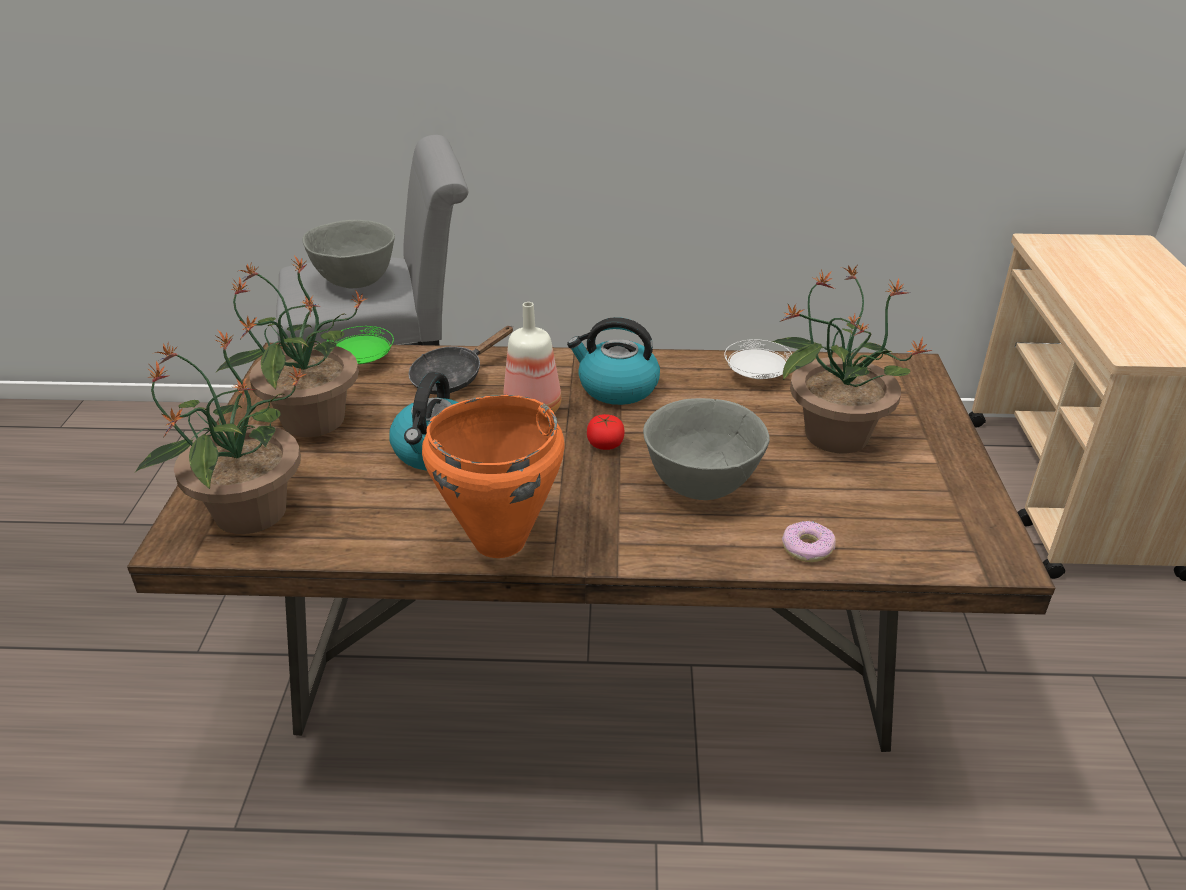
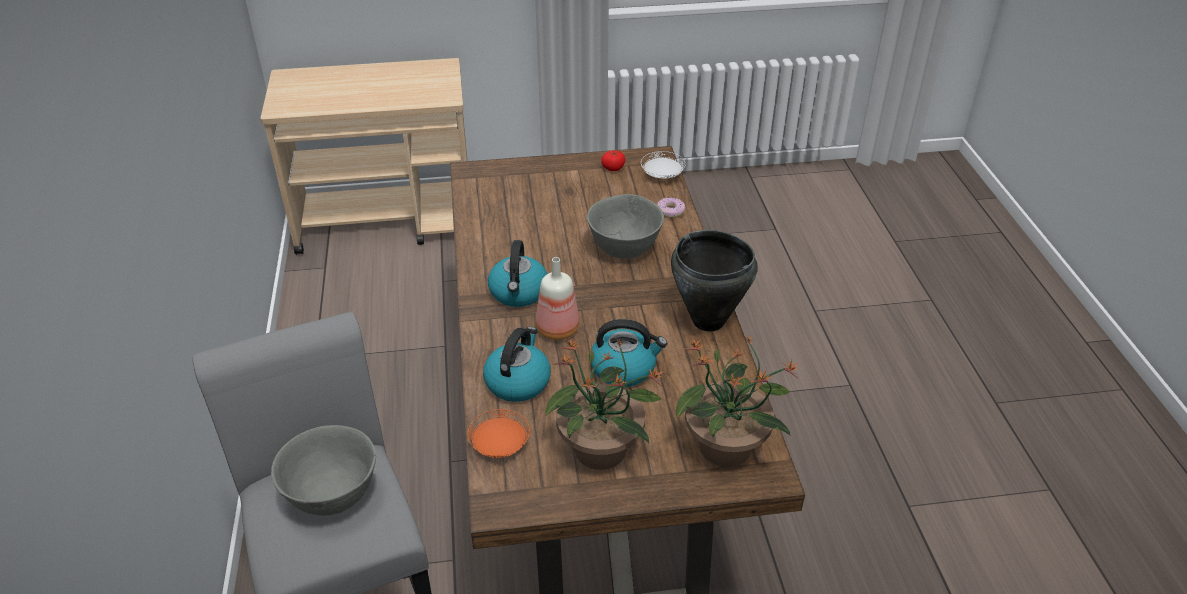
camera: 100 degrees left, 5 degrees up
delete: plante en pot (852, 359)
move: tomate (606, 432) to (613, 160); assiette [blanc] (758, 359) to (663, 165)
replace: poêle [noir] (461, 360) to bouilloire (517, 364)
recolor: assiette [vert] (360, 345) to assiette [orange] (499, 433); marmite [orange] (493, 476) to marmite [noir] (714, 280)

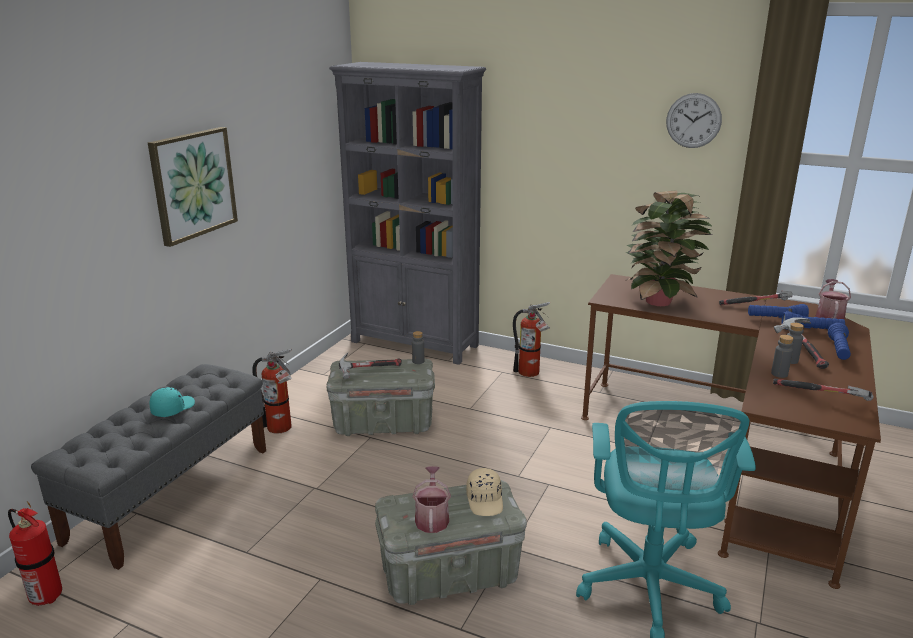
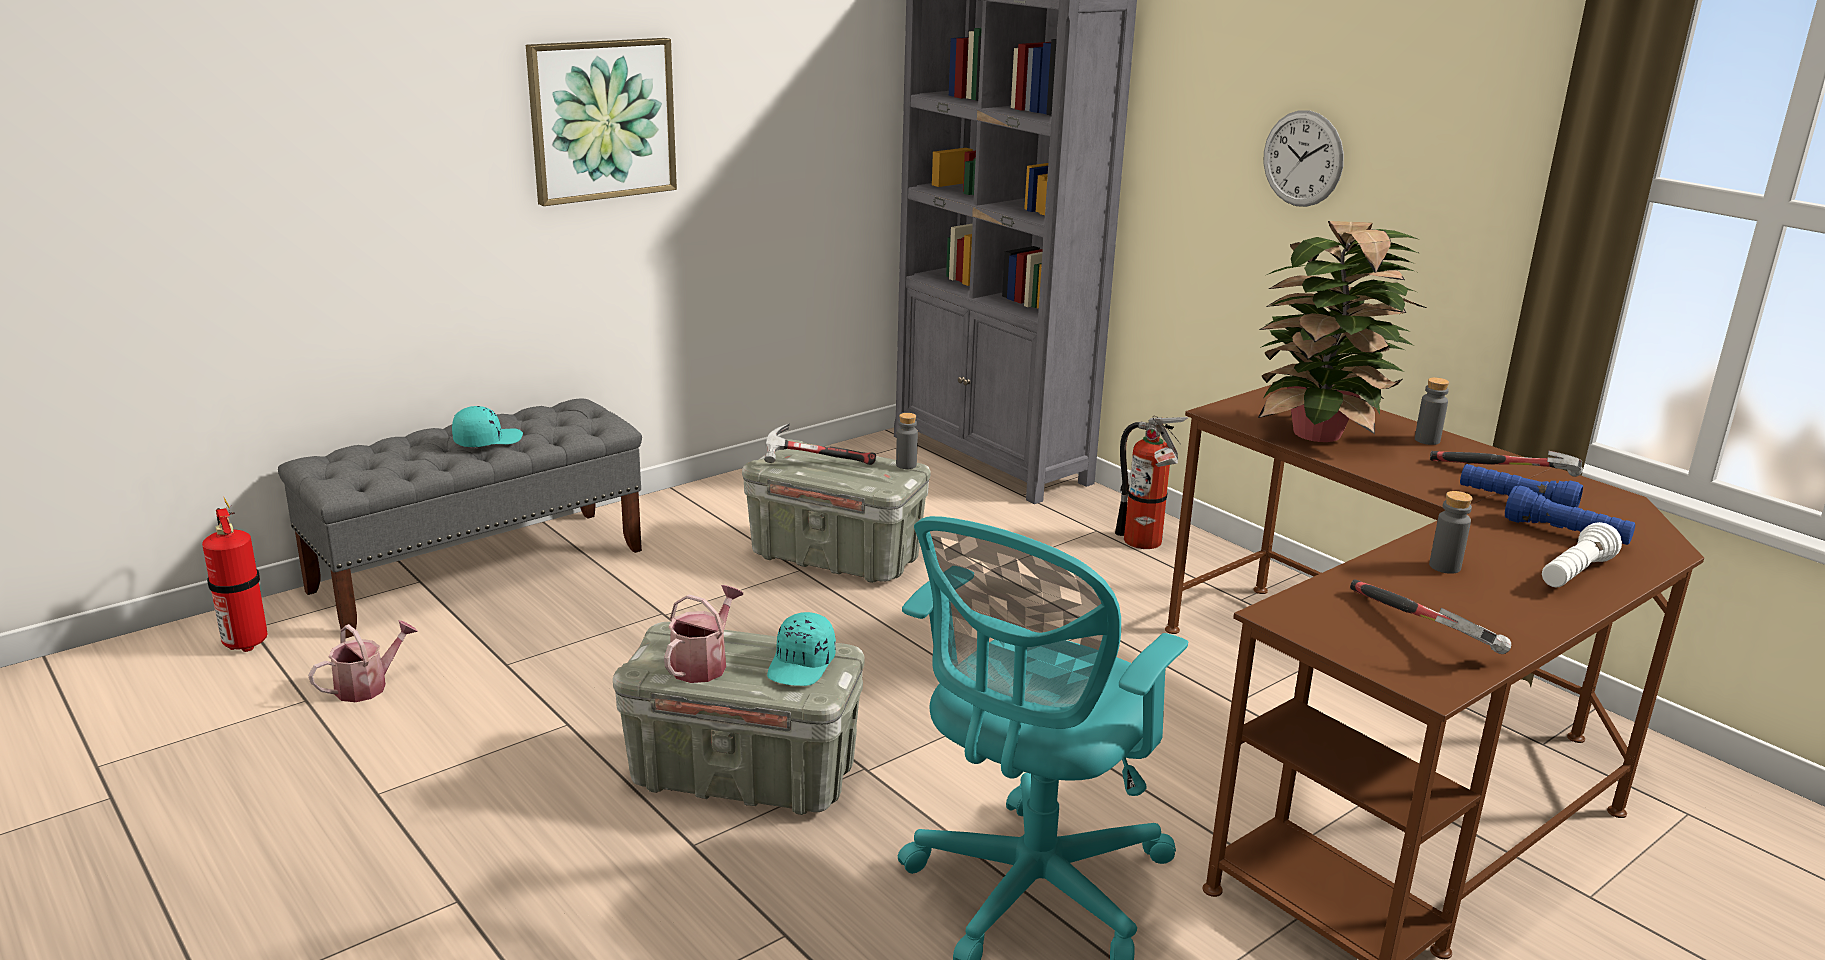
camera: 25 degrees right, 0 degrees up
delete: extincteur (272, 391); marteau (801, 343)
move: arrosoir (833, 299) to (363, 661); horloge murale (694, 120) to (1304, 158); bouteille [gris] (782, 356) to (1432, 411)
recolor: casquette [beige] (484, 492) to casquette [turquoise] (801, 649); lampe de poche [bleu] (839, 341) to lampe de poche [blanc] (1582, 554)

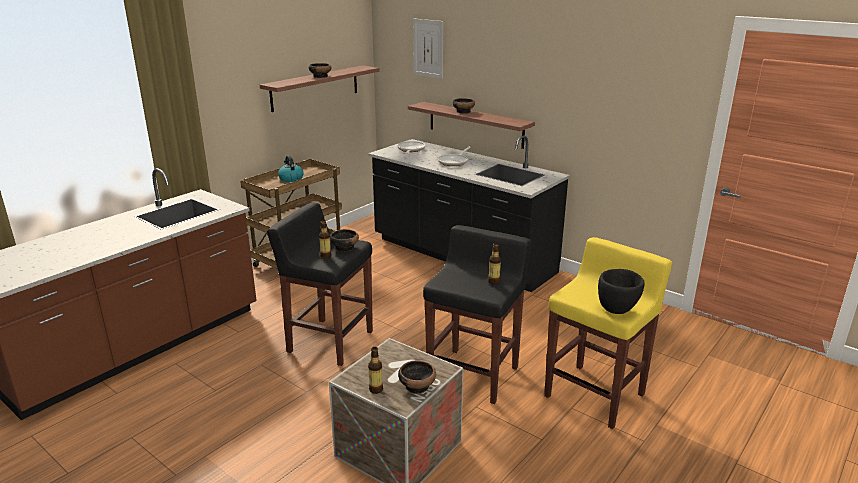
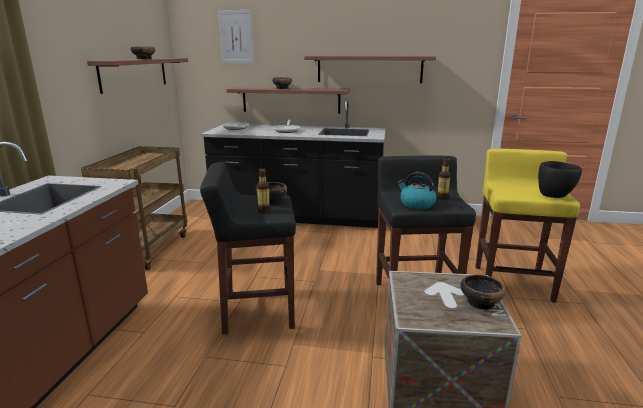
camera: 30 degrees left, 5 degrees down
delete: bouteille (375, 370)
insert: étagère (370, 69)
move: bouilloire (291, 168) to (416, 190)

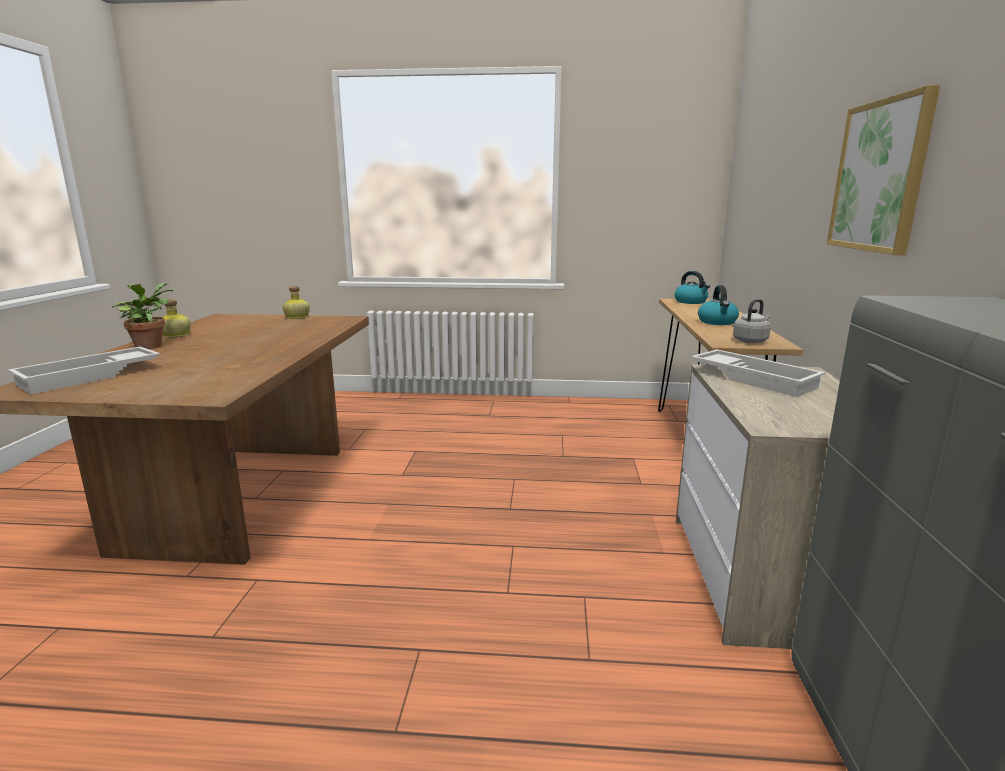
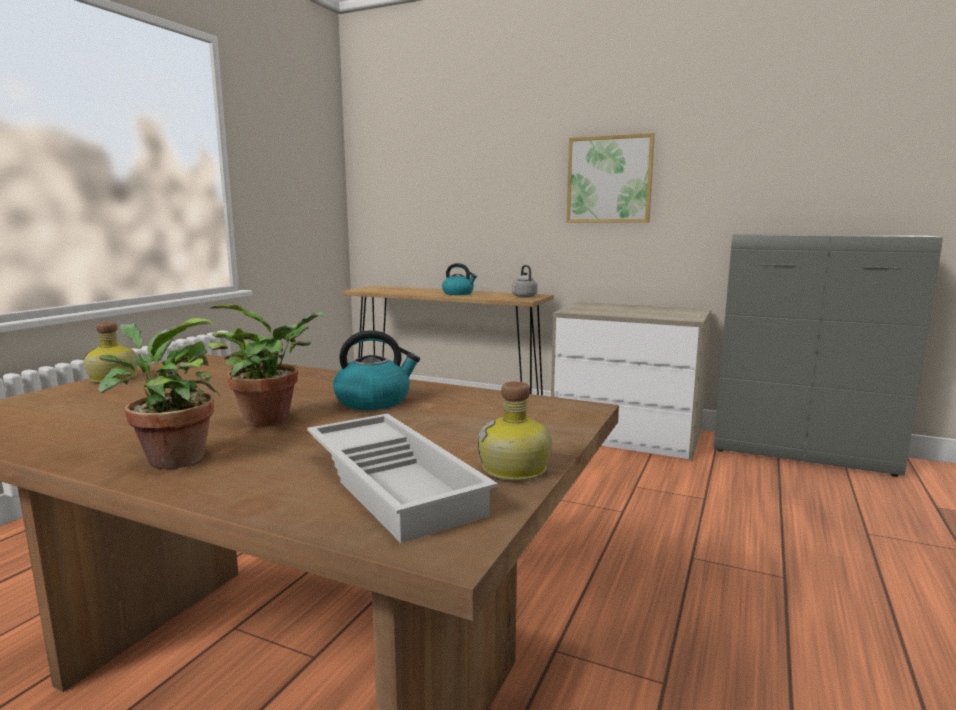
camera: 70 degrees left, 5 degrees down
delete: plateau [blanc] (758, 373)
insert: plante en pot (267, 365)
move: bouilloire (692, 287) to (376, 370); bouteille (176, 318) to (515, 431)

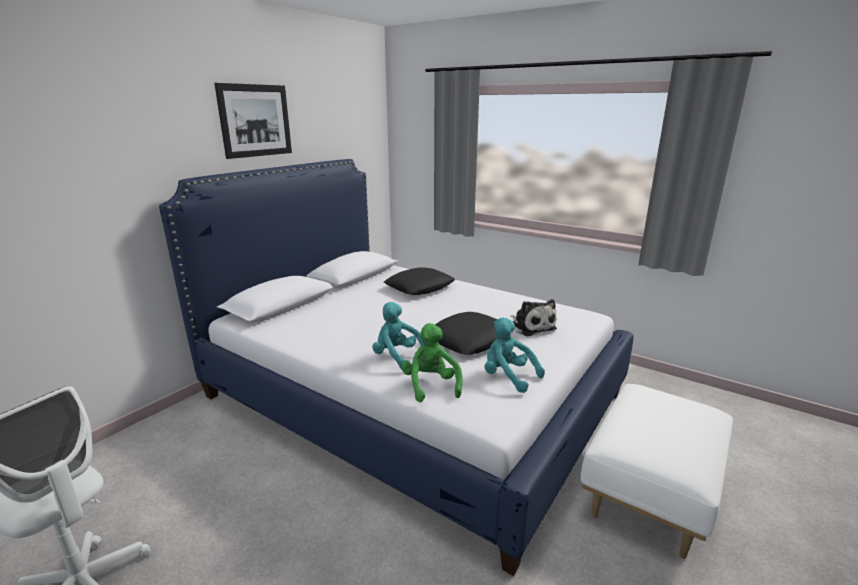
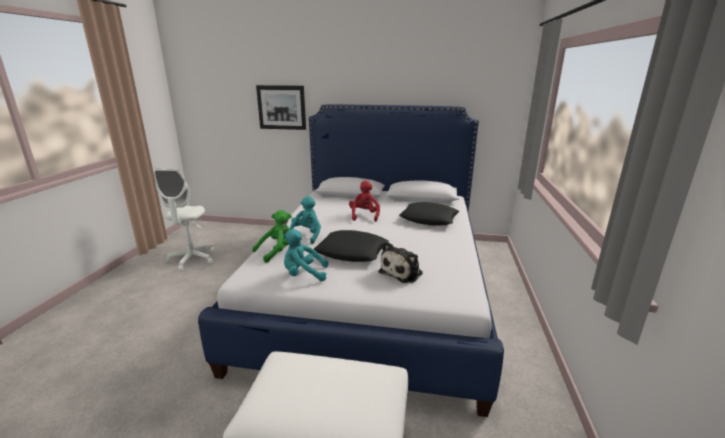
camera: 65 degrees right, 0 degrees up
insert: peluche [rouge] (364, 201)
move: tableau (253, 121) to (281, 107)
rotate: peluche [turquoise] (514, 355) = (305, 255) 105 degrees counterclockwise

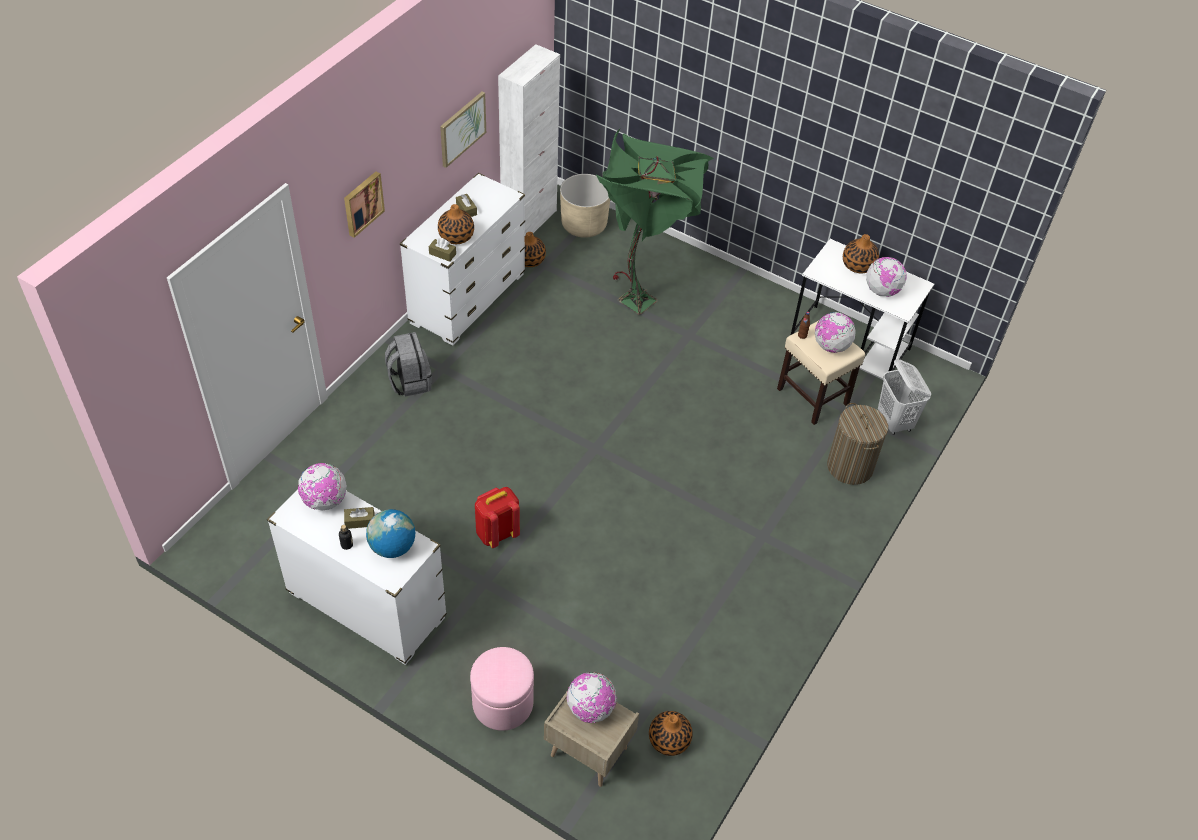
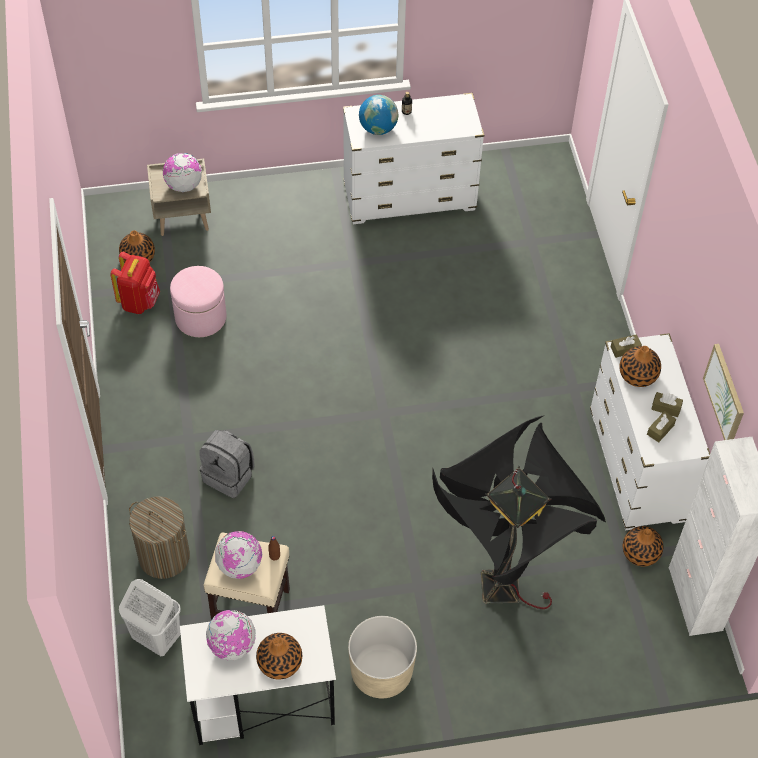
camera: 140 degrees right, 5 degrees up
delete: globe (322, 487); tableau (364, 205)
move: sac à dos [rouge] (497, 517) to (135, 283); pouf [rose] (502, 689) to (198, 301); sac à dos [gris] (408, 364) to (227, 464); cache-pot [beige] (585, 206) to (382, 657); boîte à mouchoirs [marron] (359, 518) to (661, 427)
recolor: lampadaire [vert] (655, 221) to lampadaire [noir] (519, 512)

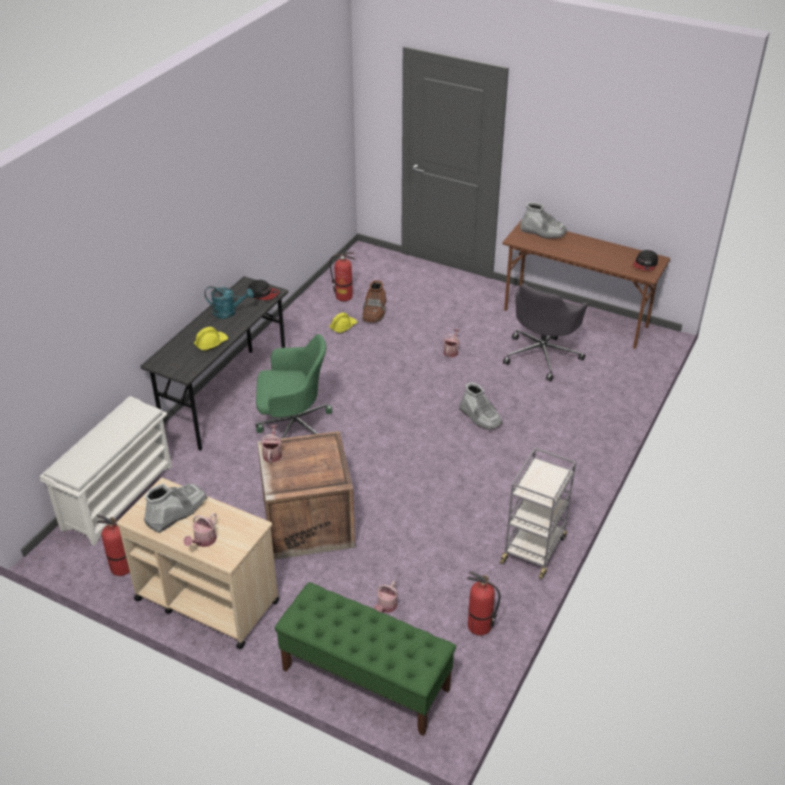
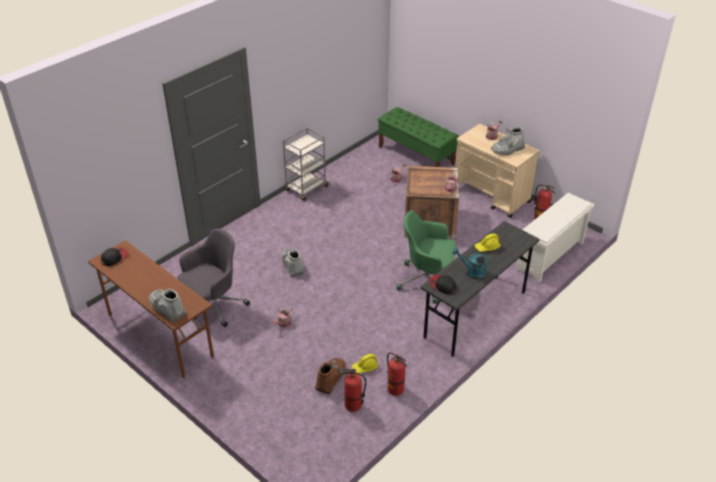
camera: 165 degrees left, 0 degrees up
move: extincteur (484, 603) to (397, 374)

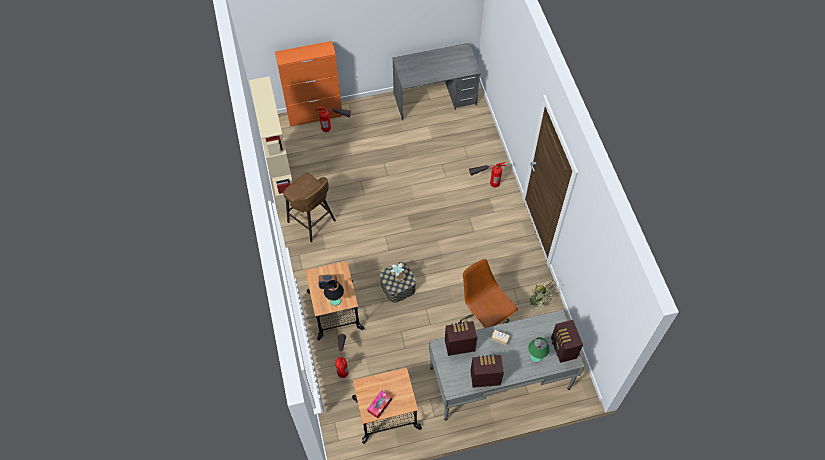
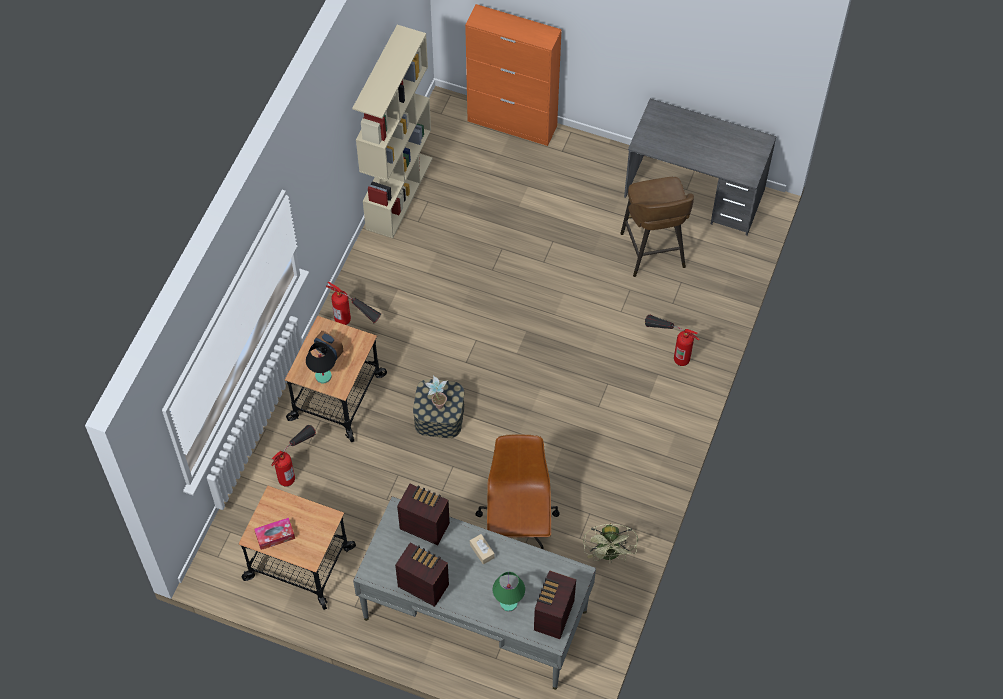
camera: 35 degrees right, 0 degrees up
move: extincteur (333, 119) to (353, 303); tabouret [marron] (309, 207) to (657, 227)

